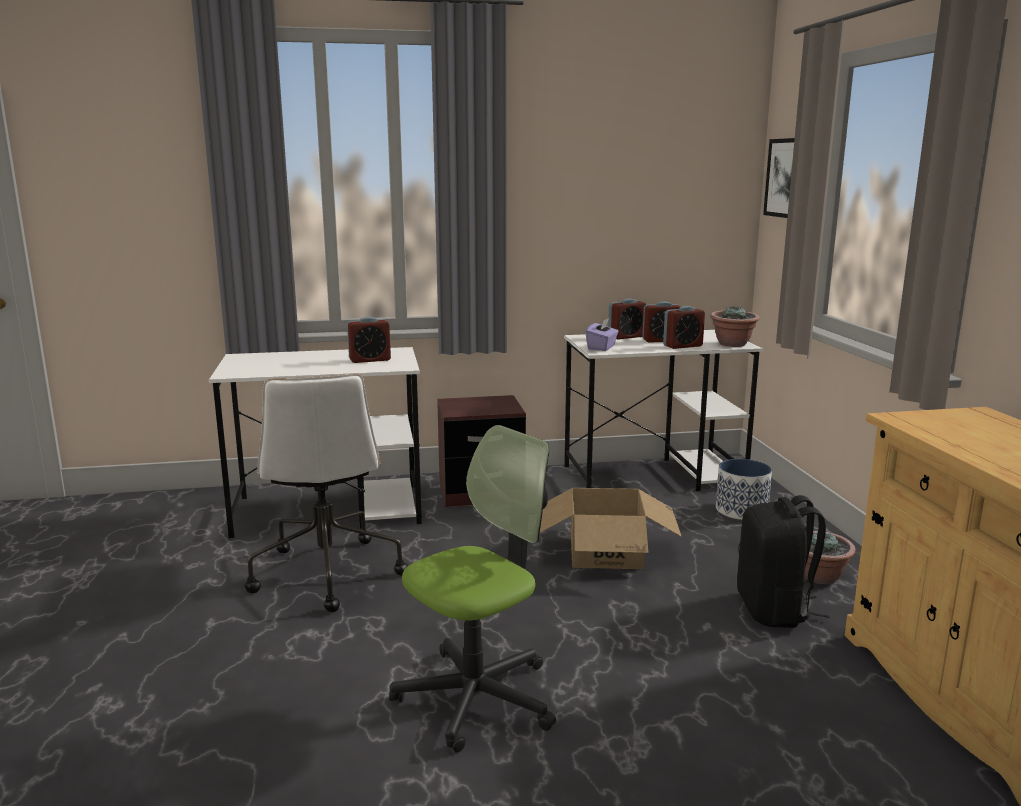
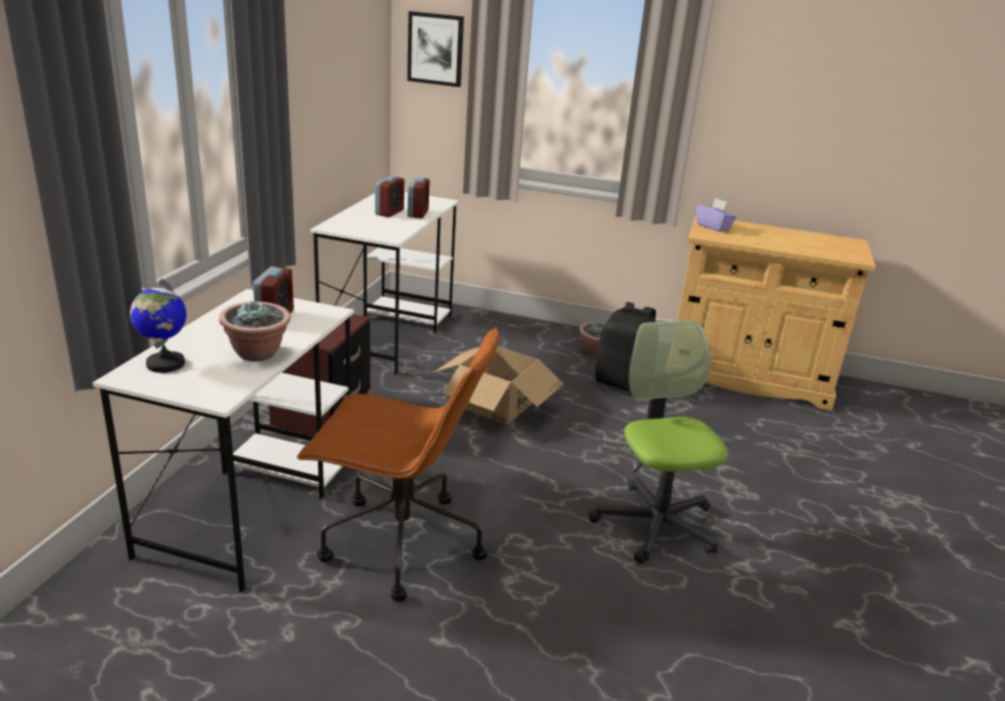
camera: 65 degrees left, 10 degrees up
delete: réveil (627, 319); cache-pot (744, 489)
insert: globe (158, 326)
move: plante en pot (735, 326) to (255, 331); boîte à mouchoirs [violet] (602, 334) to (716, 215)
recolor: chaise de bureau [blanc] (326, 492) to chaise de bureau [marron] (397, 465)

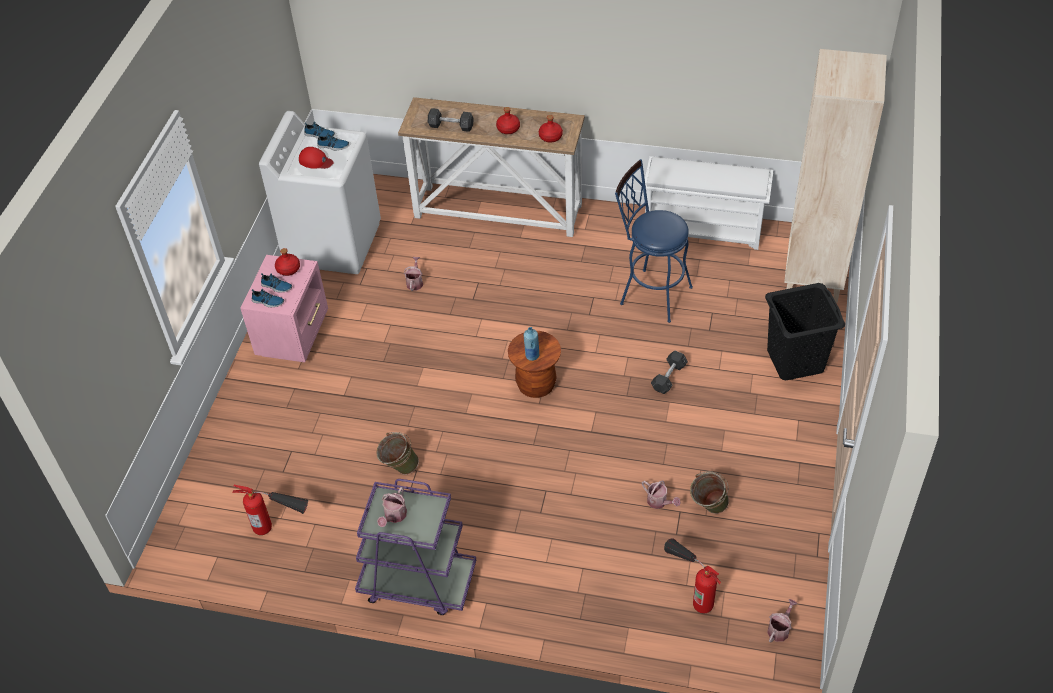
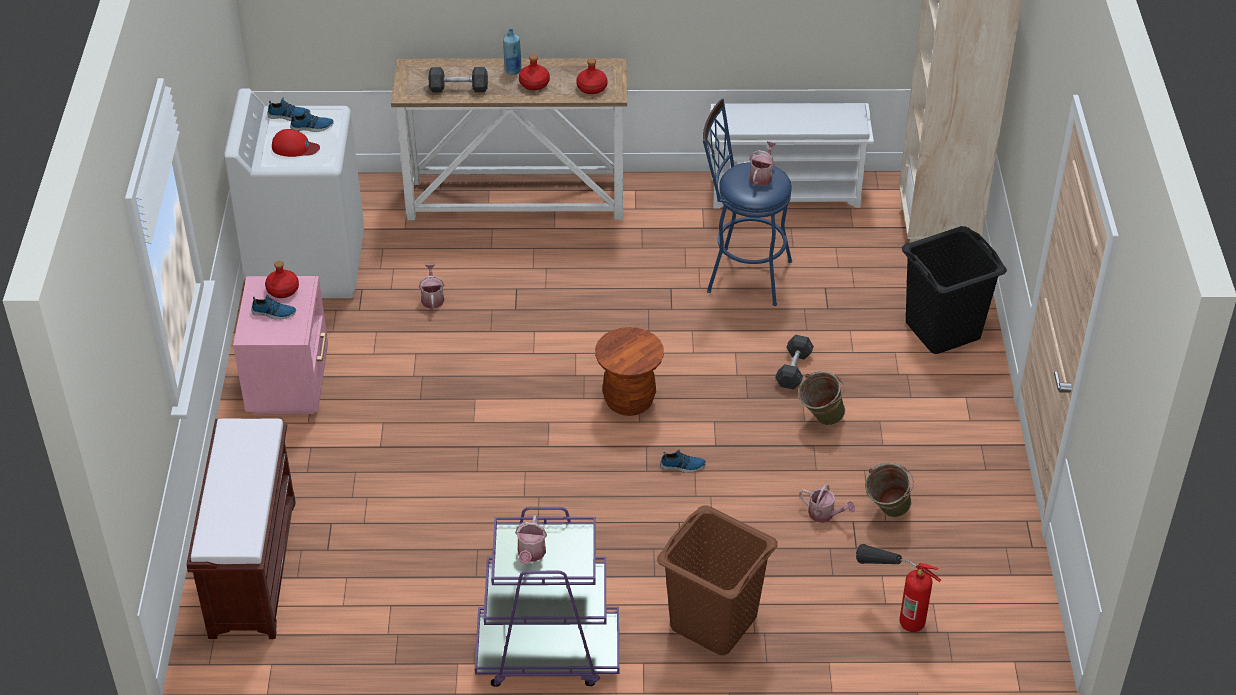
camera: 15 degrees left, 5 degrees down
delete: extincteur (270, 510)
insert: banc [marron] (241, 528); panier à linge [marron] (717, 580)
move: bouteille [bleu] (531, 344) to (512, 51); chaussure (268, 298) to (683, 461); arrosoir (782, 621) to (762, 163); seau [vert] (397, 453) to (821, 398)

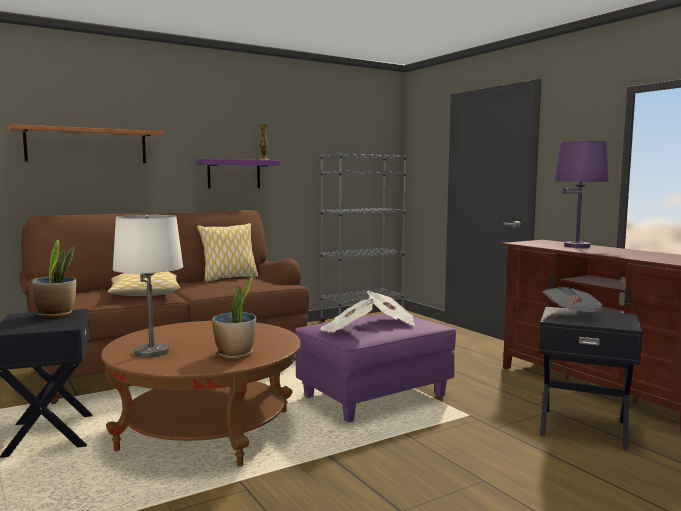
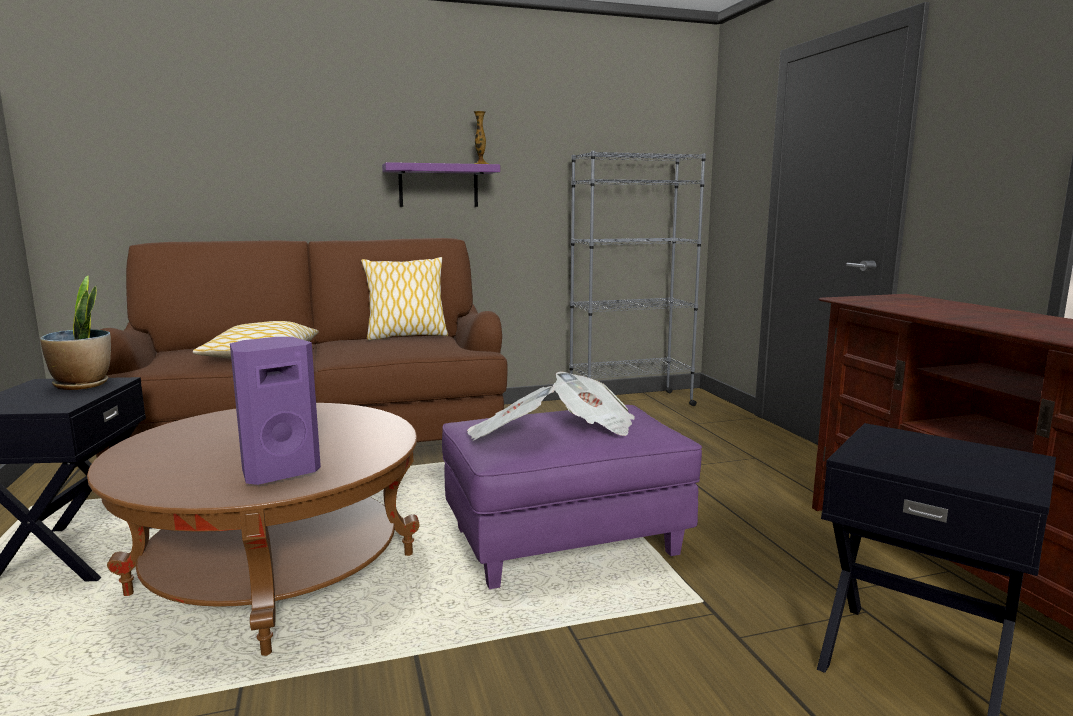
camera: 15 degrees right, 5 degrees up
delete: étagère (86, 143); lampe de table [blanc] (148, 286); journal (573, 299); lampe de table [violet] (581, 194)
replace: plante en pot (234, 317) to enceinte [violet] (275, 411)

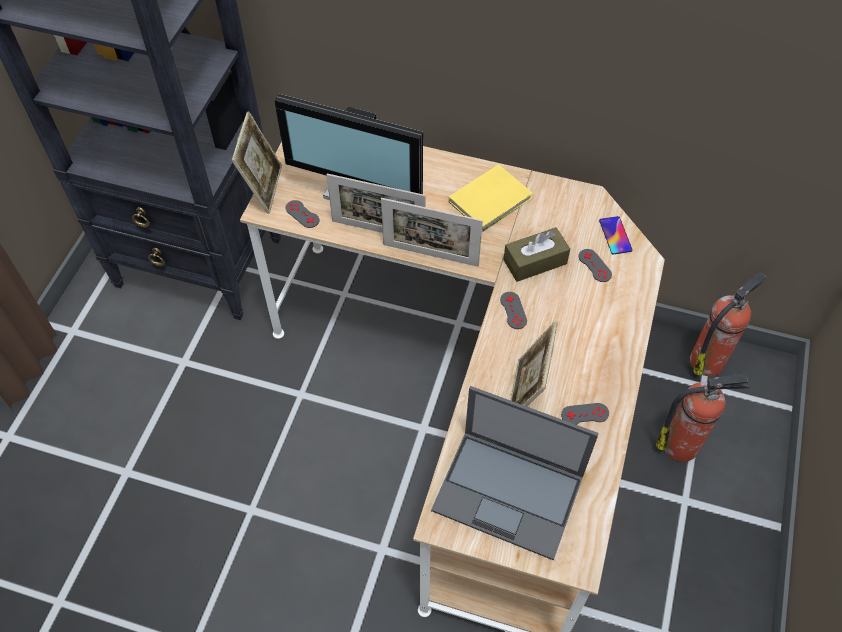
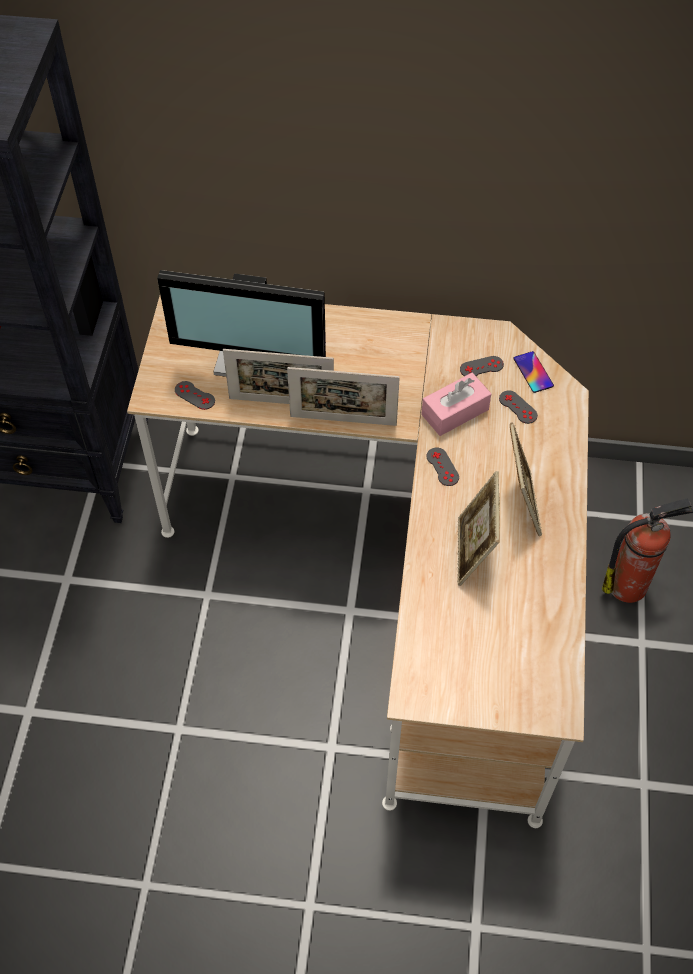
camera: 10 degrees left, 0 degrees up
delete: ordinateur portable (515, 473); livre [jaune] (491, 198); extincteur (728, 324)
move: manette [gris] (585, 414) to (482, 366); cadre photo (257, 162) to (526, 479)
recolor: boîte à mouchoirs [marron] (536, 254) to boîte à mouchoirs [rose] (456, 404)

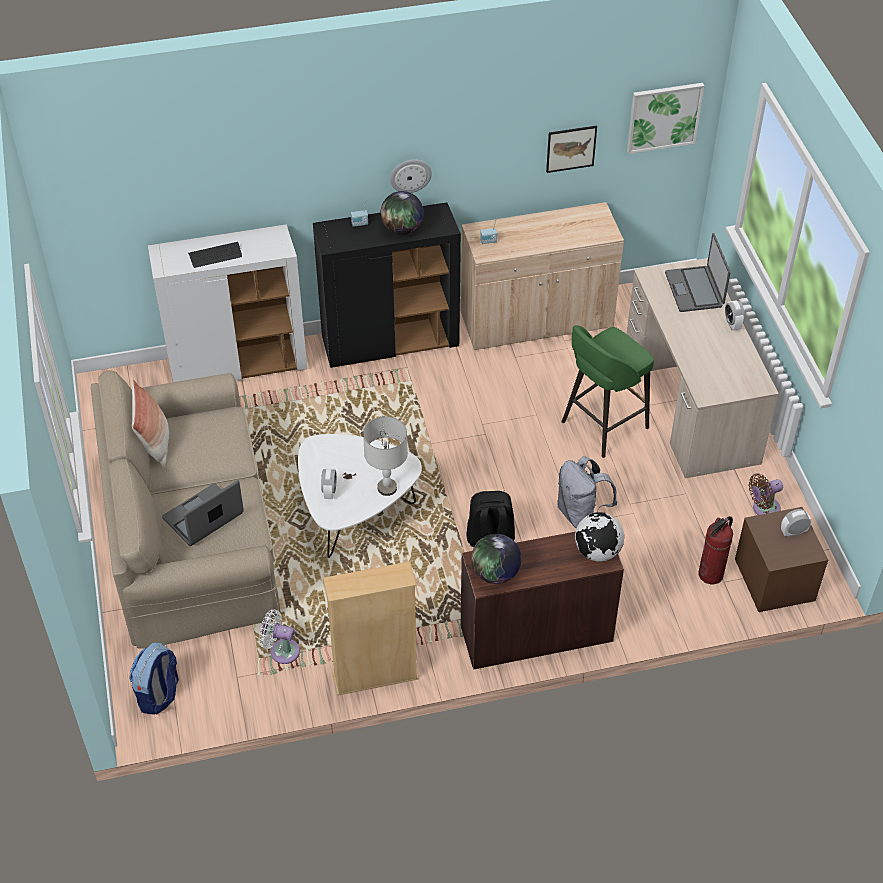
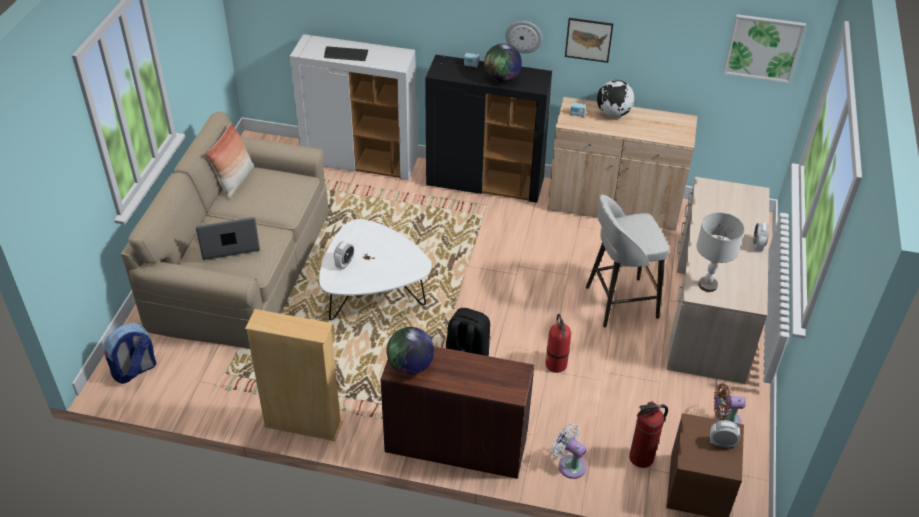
camera: 25 degrees right, 5 degrees down
delete: ordinateur portable (697, 272)
move: ventilateur [blanc] (279, 636) to (569, 451); tableau (571, 149) to (589, 40); globe (599, 536) to (615, 98); lampe de table [gris] (385, 456) to (721, 252)
replace: sac à dos [gris] (587, 492) to extincteur (558, 343)
recolor: tabouret [vert] (607, 391) to tabouret [gris] (627, 260)

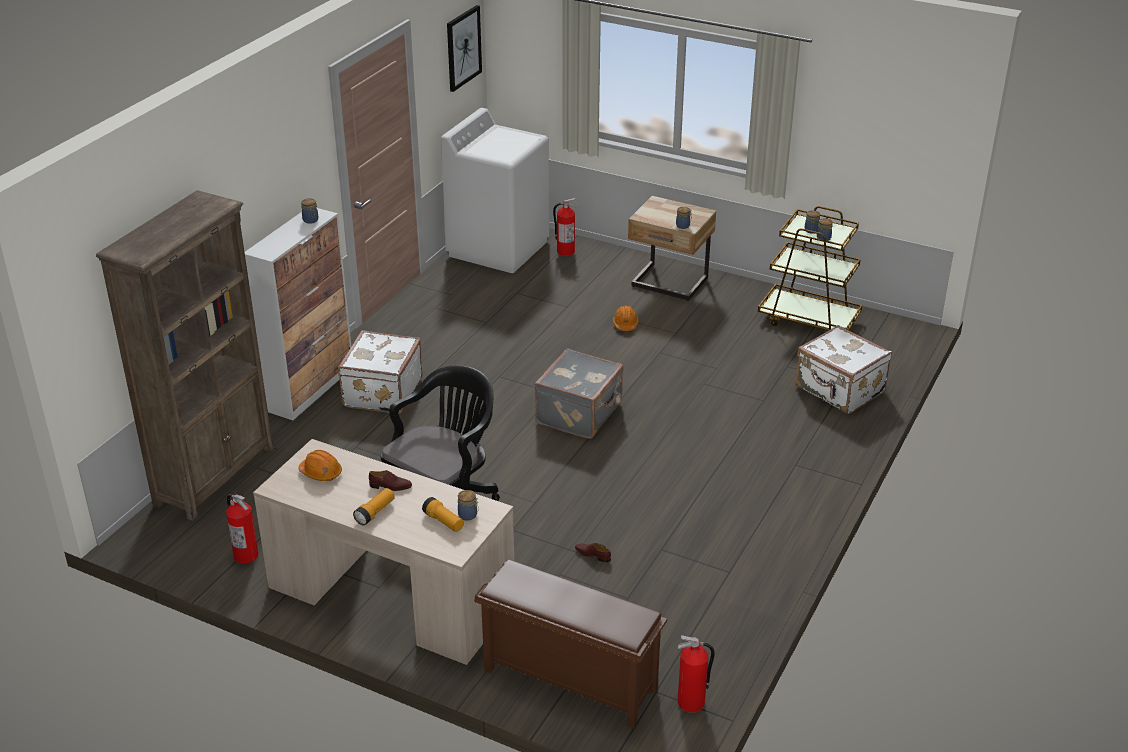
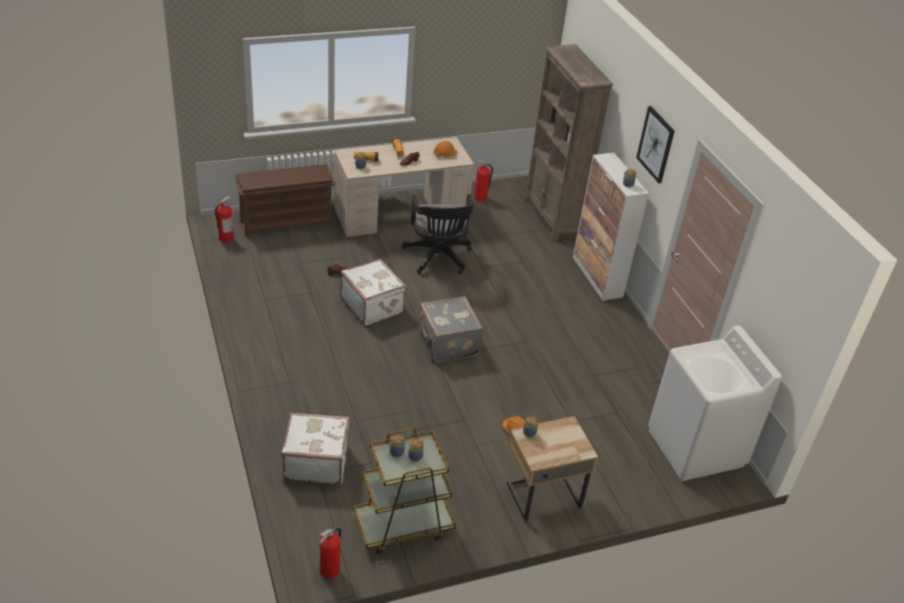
camera: 130 degrees right, 5 degrees up
move: extincteur (565, 227) to (330, 553); valise [blanc] (380, 372) to (373, 292); tableau (464, 48) to (655, 144)

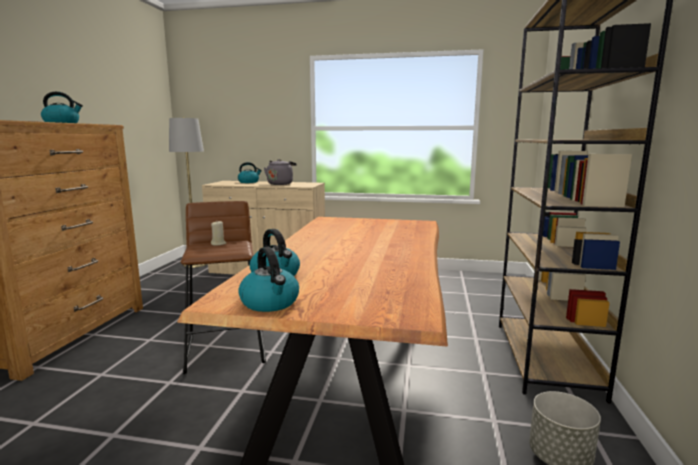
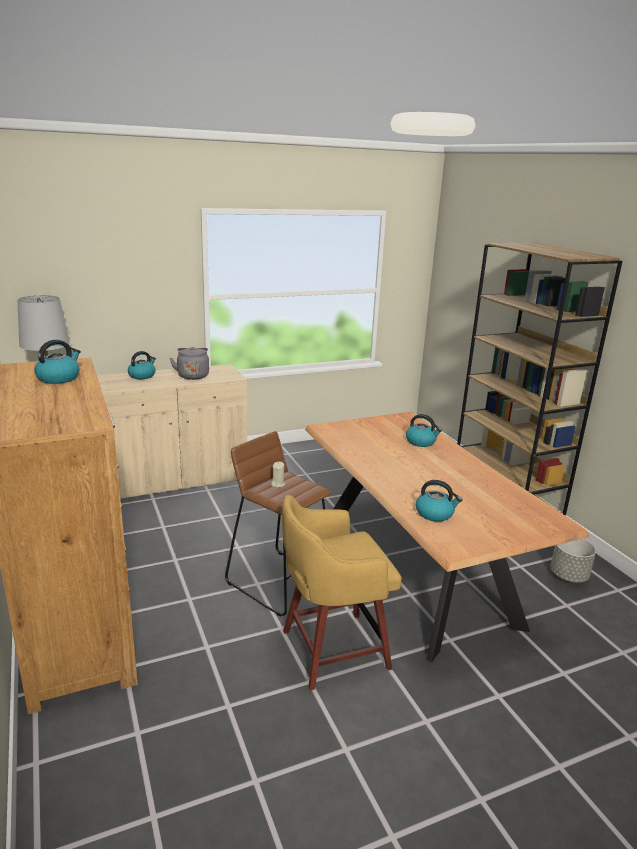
camera: 35 degrees left, 10 degrees up
insert: tabouret [jaune] (342, 592)
move: bouilloire (268, 279) to (424, 430)

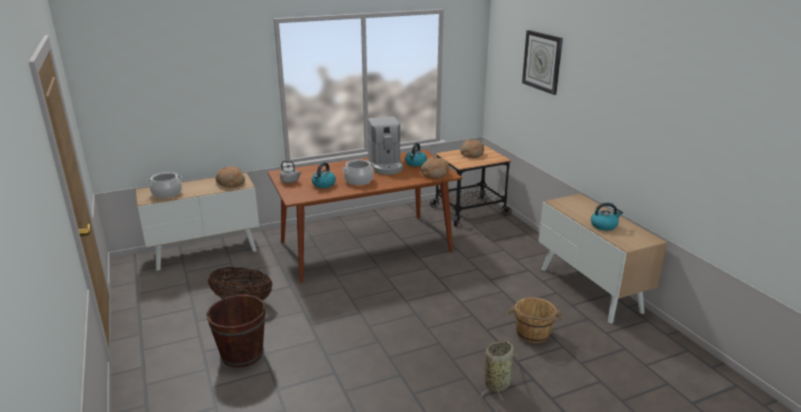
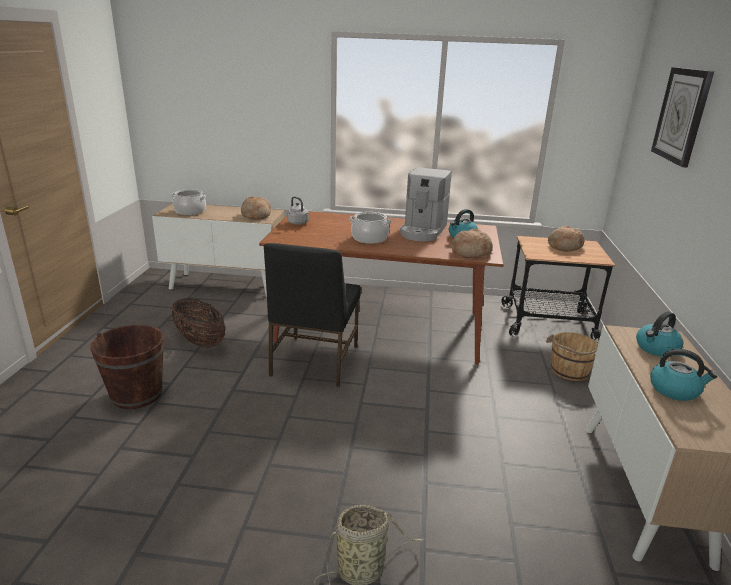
camera: 30 degrees right, 0 degrees up
insert: chaise [noir] (312, 315)
move: seau [marron] (535, 320) to (572, 356); bouilloire (324, 175) to (659, 334)

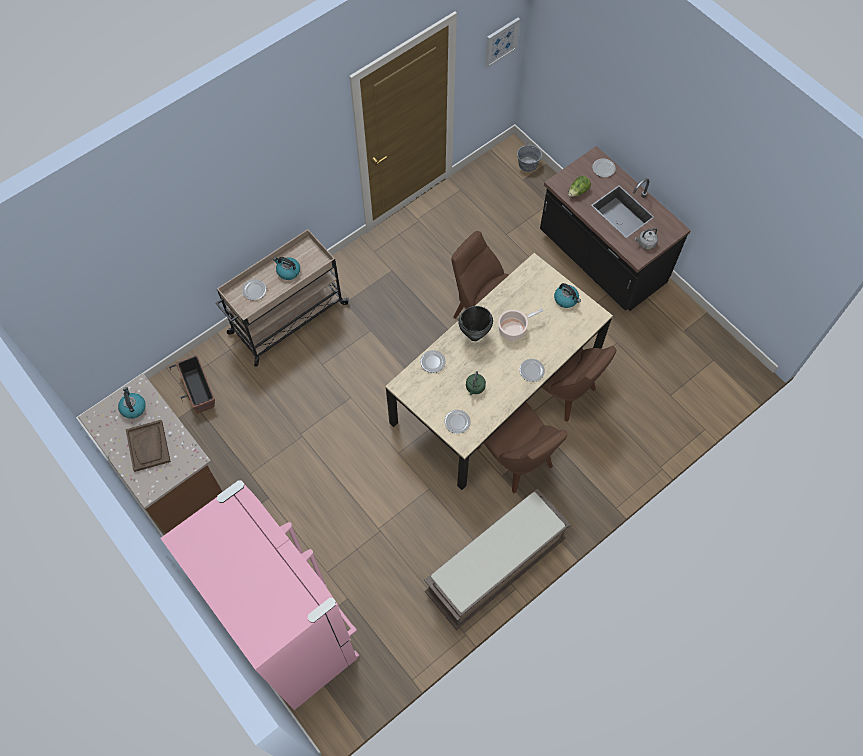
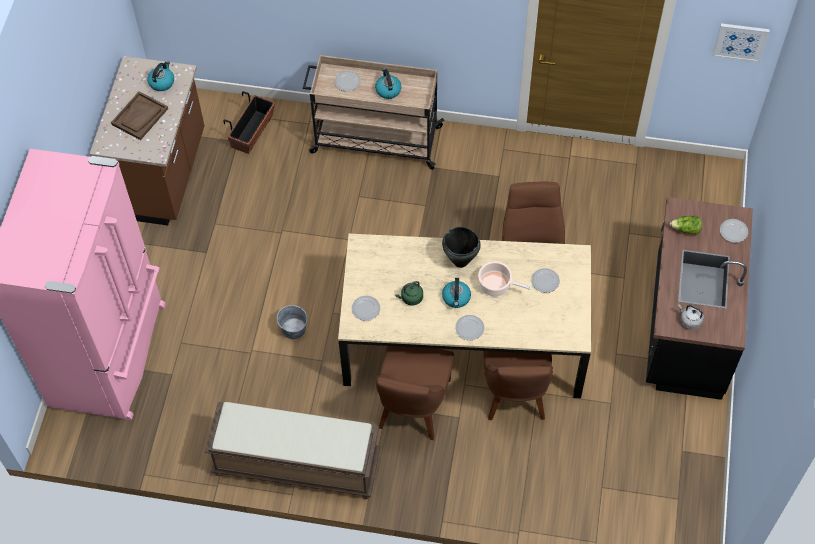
camera: 50 degrees right, 5 degrees down
move: seau [gris] (529, 157) to (292, 322); bouilloire (567, 295) to (456, 293); assiette (433, 361) to (545, 280)

